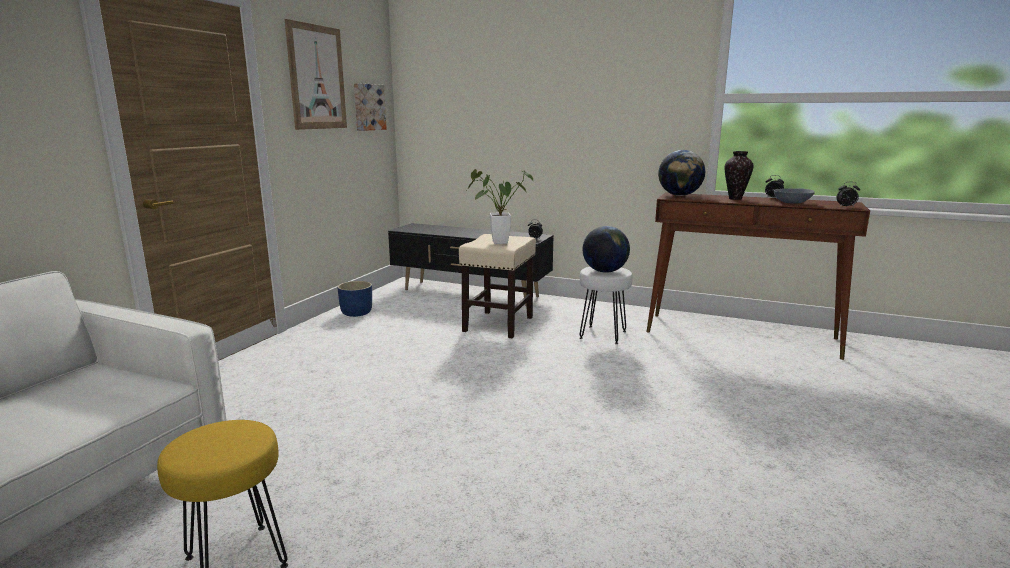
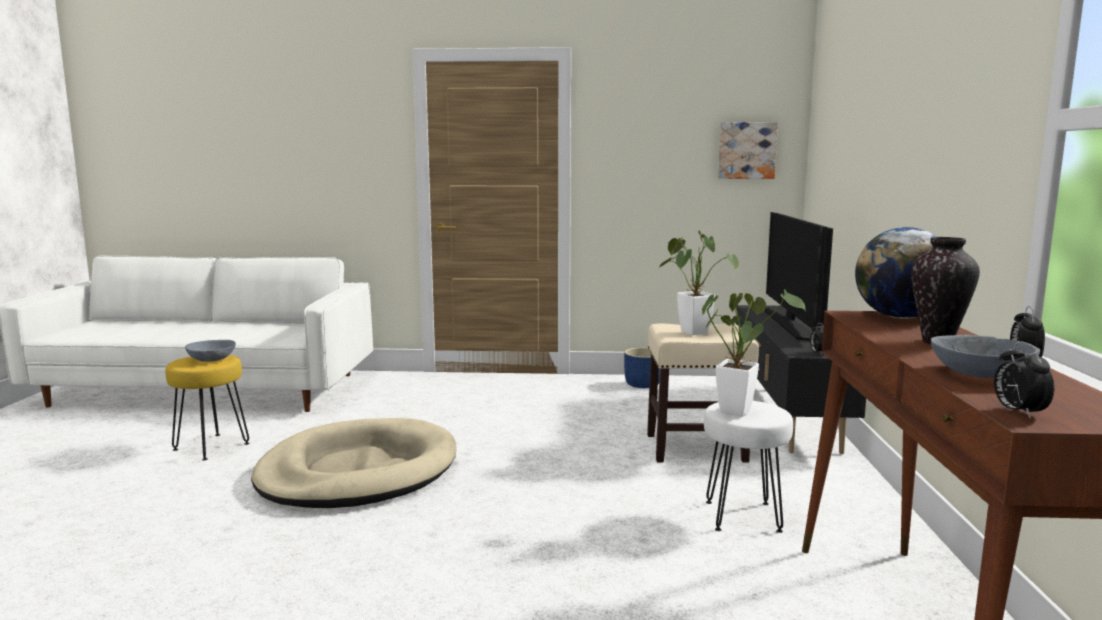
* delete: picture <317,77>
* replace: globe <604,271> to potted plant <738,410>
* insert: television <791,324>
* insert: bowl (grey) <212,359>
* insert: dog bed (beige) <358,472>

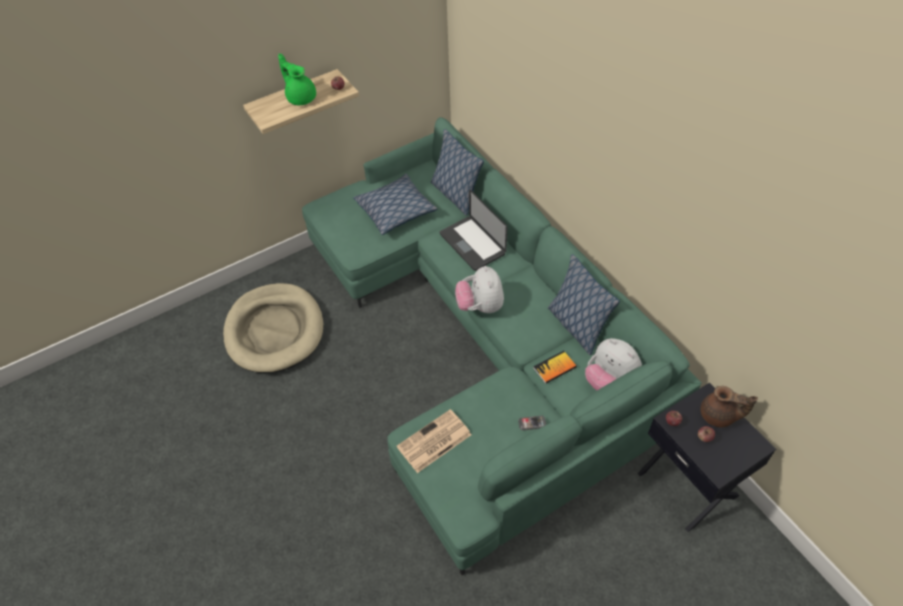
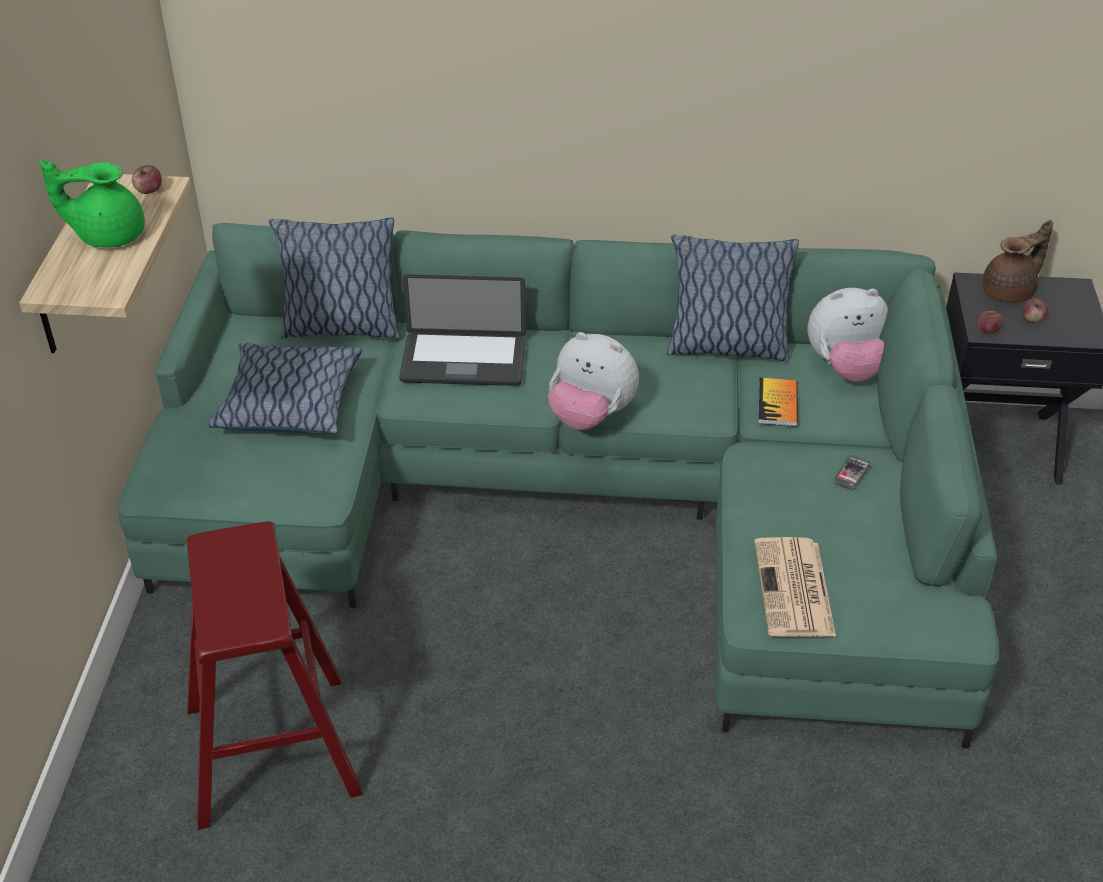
* replace: dog bed (beige) <275,330> to stool (red) <272,749>

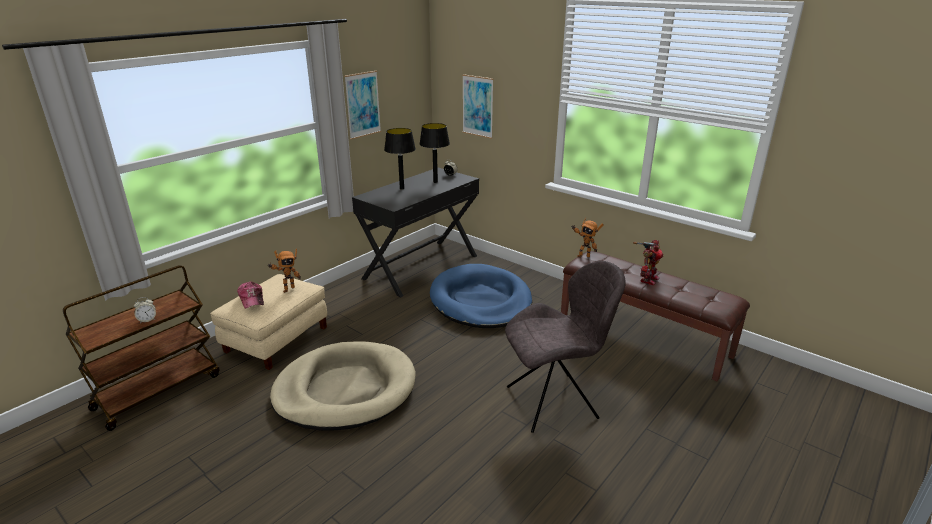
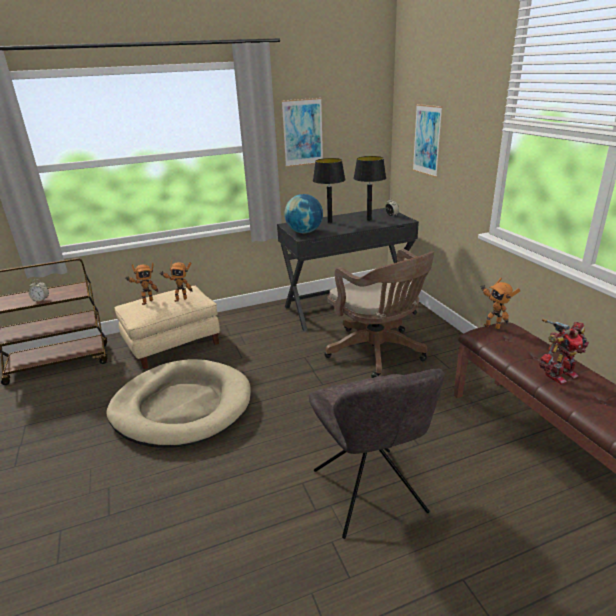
* rotate: chair (grey) <555,402> = <370,494> 60 degrees clockwise
* replace: dog bed (blue) <481,301> to office chair (brown) <378,353>
* replace: cap <252,299> to toy robot <146,302>
* insert: globe <304,232>

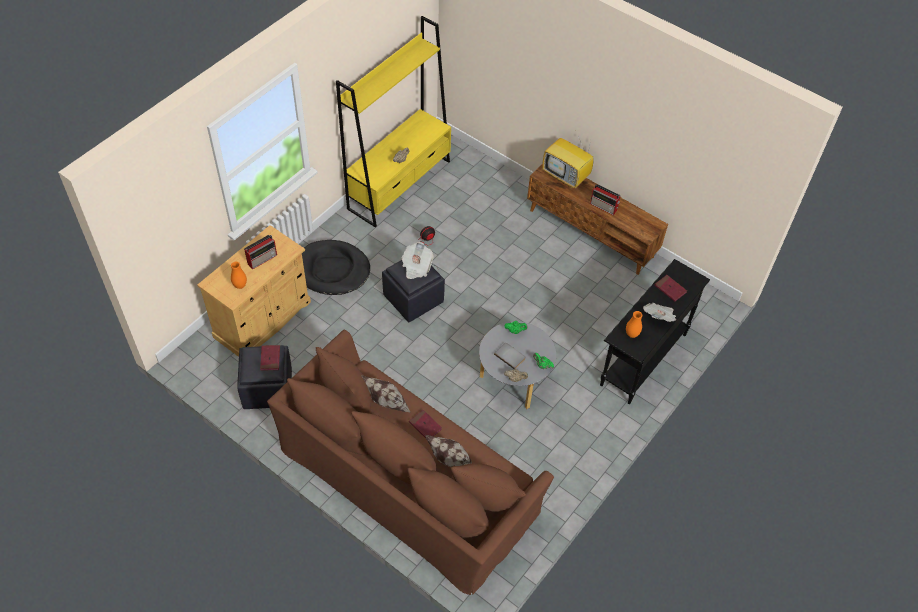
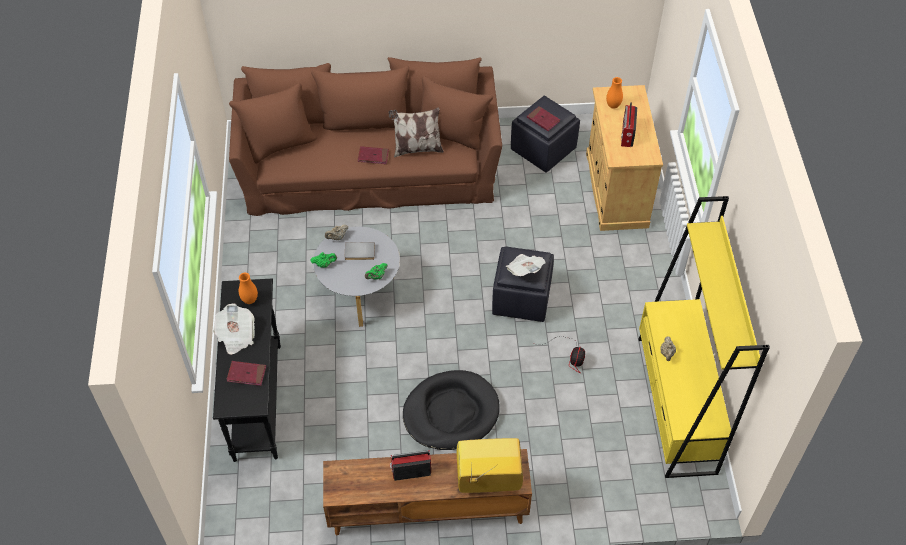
* move: dog bed (black) <332,270> to <451,412>
* delete: pillow <451,465>

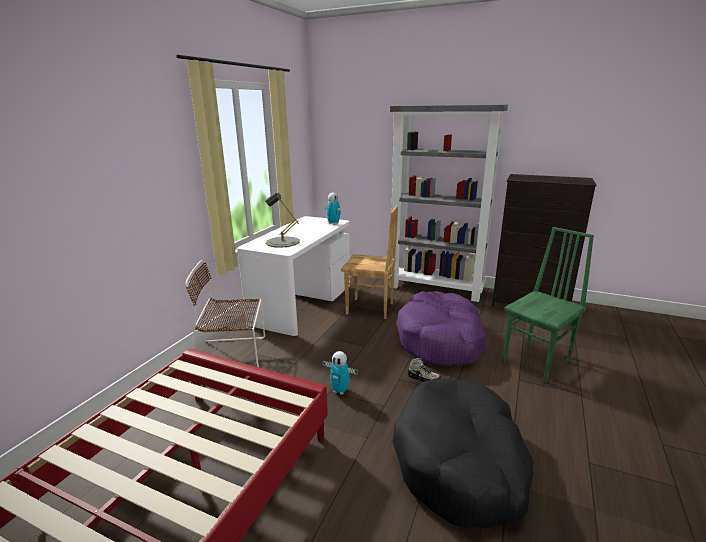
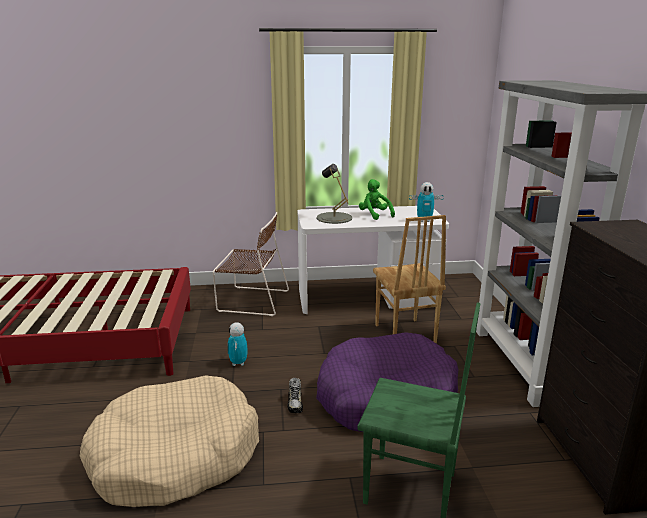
* rotate: chair (brown) <233,355> = <251,300> 135 degrees clockwise
* recolor: dog bed (black) <460,462> to dog bed (beige) <175,455>
* insert: plush toy (green) <374,215>

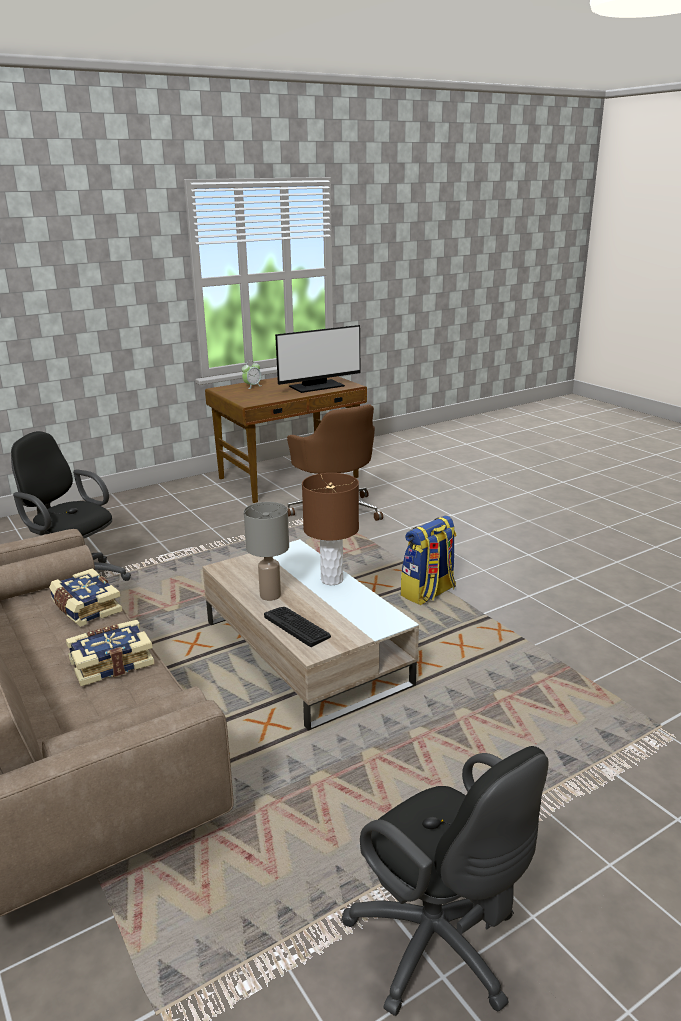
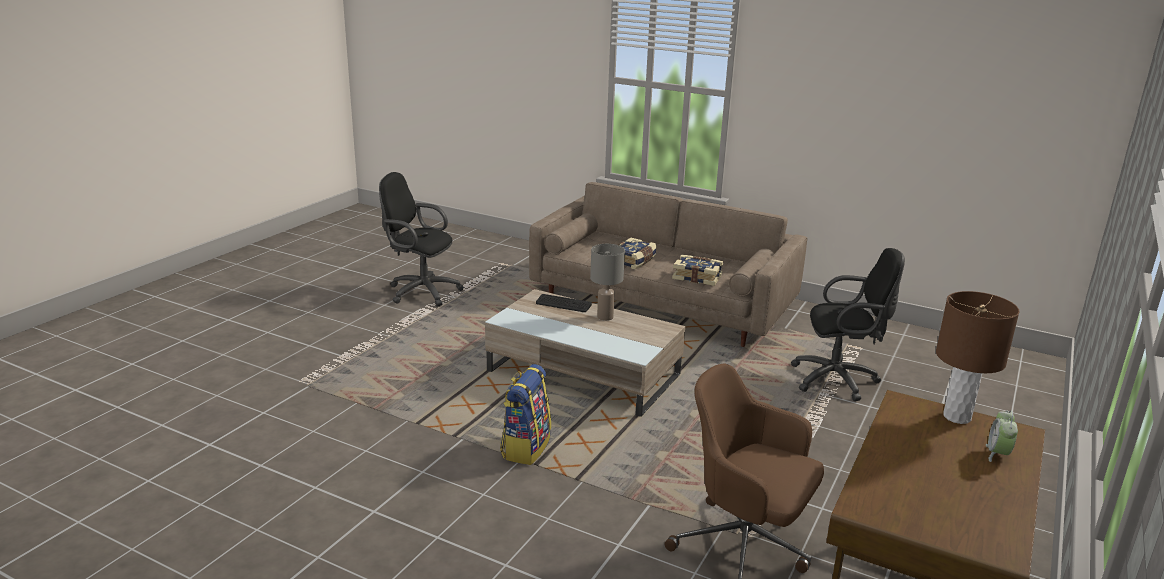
* delete: monitor <317,386>
* move: table lamp (brown) <331,580> to <957,416>

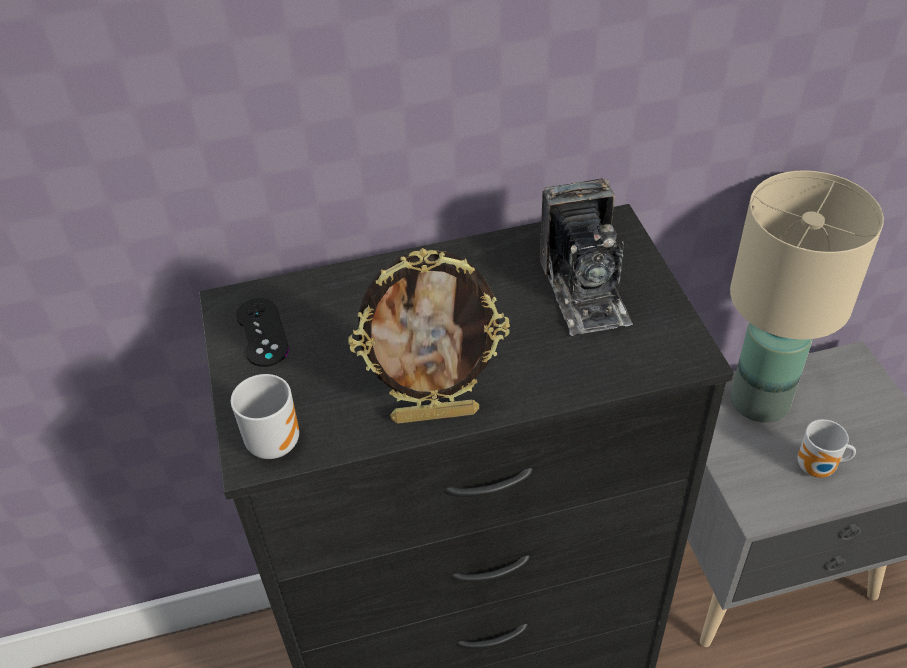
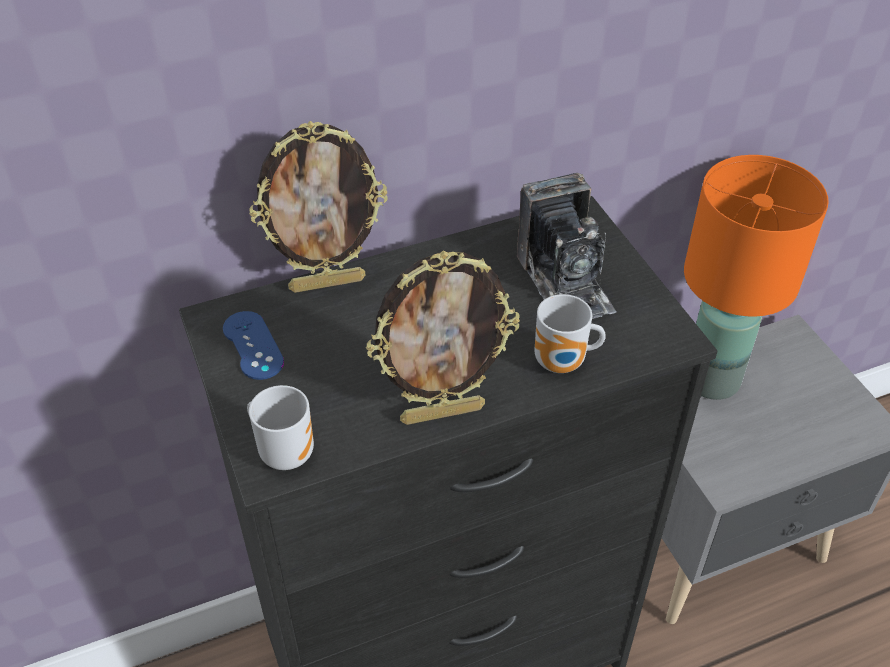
* recolor: table lamp (beige) <761,401> to table lamp (orange) <713,379>
* recolor: game controller (black) <262,332> to game controller (blue) <253,345>
* move: mug <818,469> to <563,364>
* insert: picture frame <327,283>

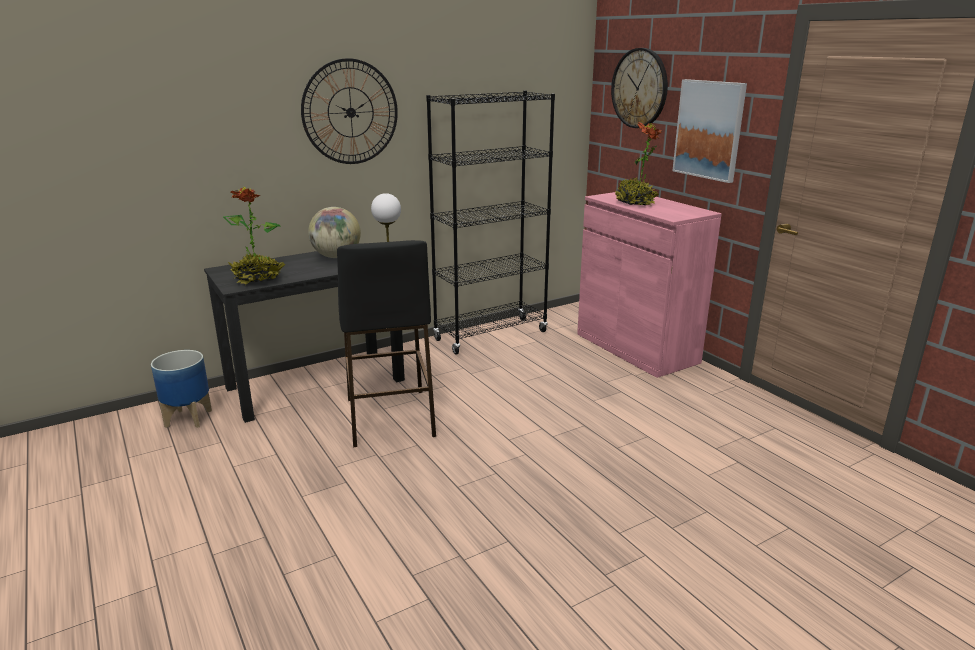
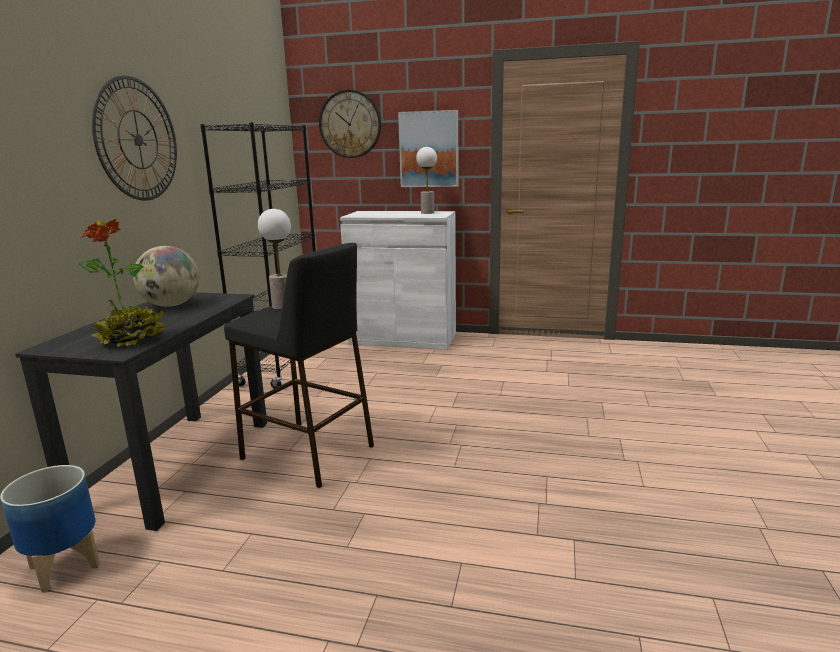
* delete: potted plant <635,203>
* recolor: cabinet (pink) <636,348> to cabinet (white) <403,338>
* insert: table lamp <427,212>

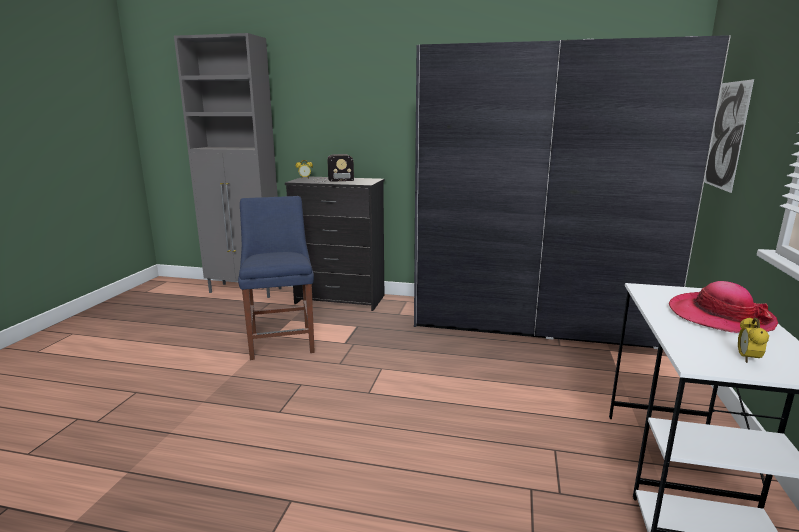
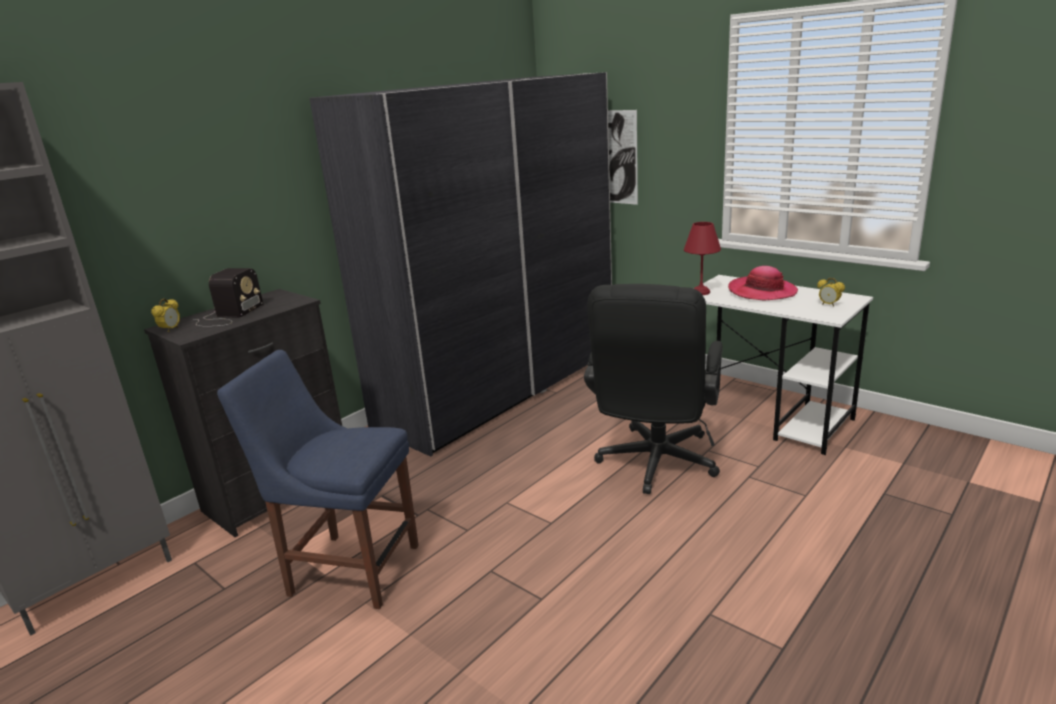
* insert: table lamp (red) <701,292>
* insert: office chair (black) <655,465>

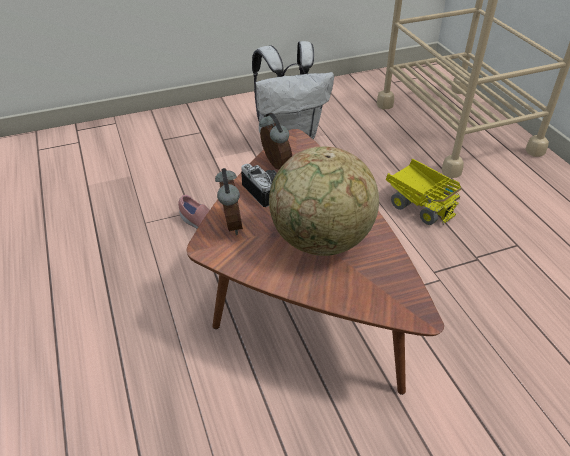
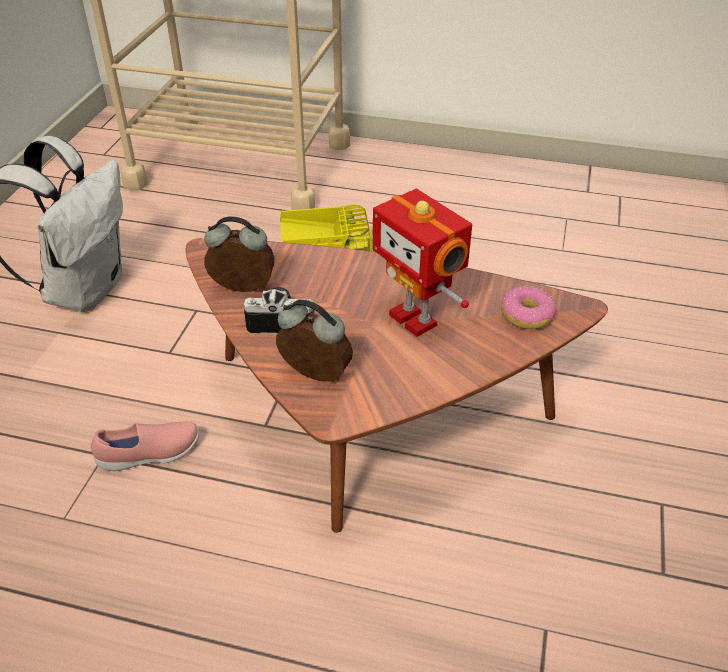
* replace: globe <321,241> to toy robot <415,318>
* insert: donut <527,315>

